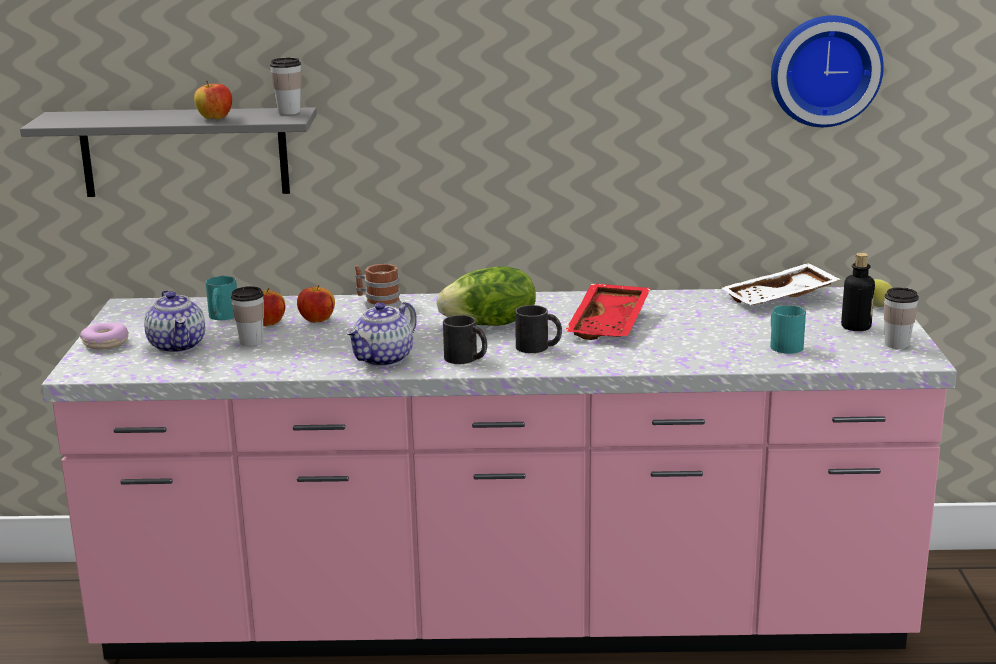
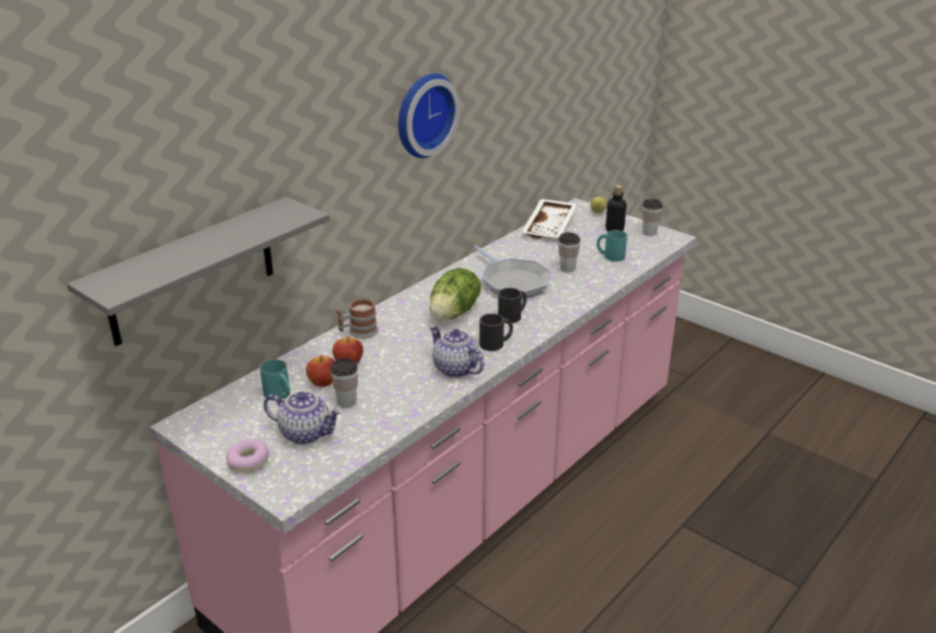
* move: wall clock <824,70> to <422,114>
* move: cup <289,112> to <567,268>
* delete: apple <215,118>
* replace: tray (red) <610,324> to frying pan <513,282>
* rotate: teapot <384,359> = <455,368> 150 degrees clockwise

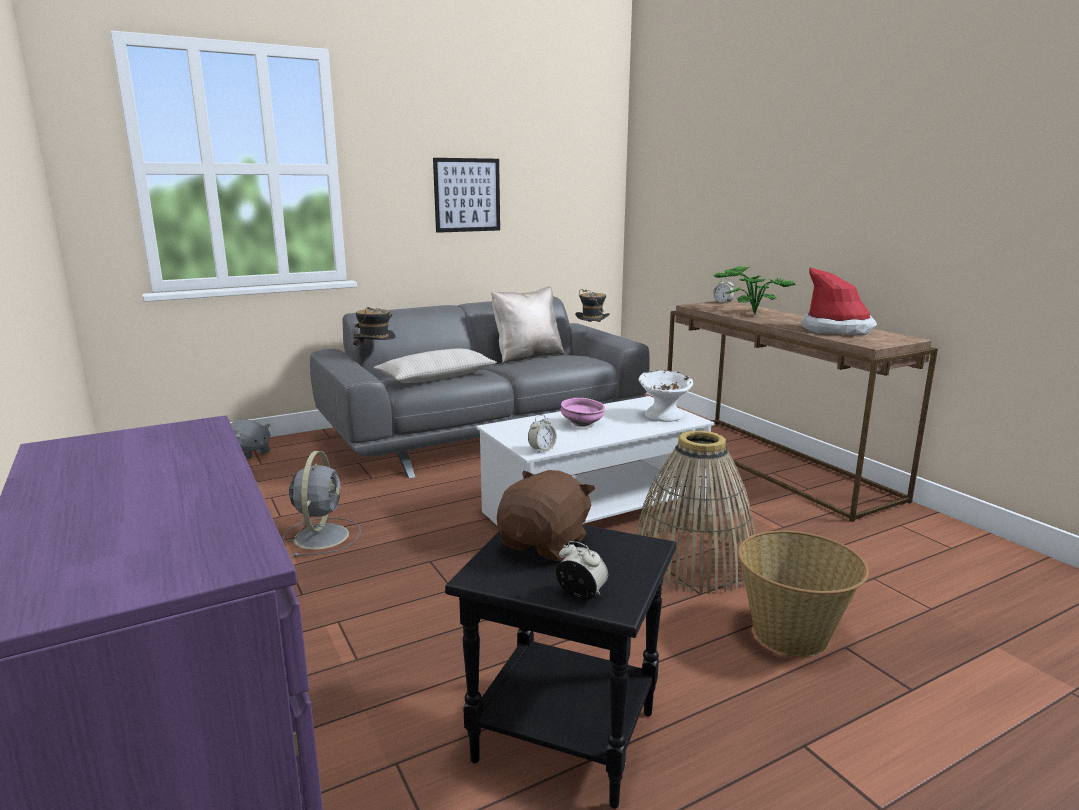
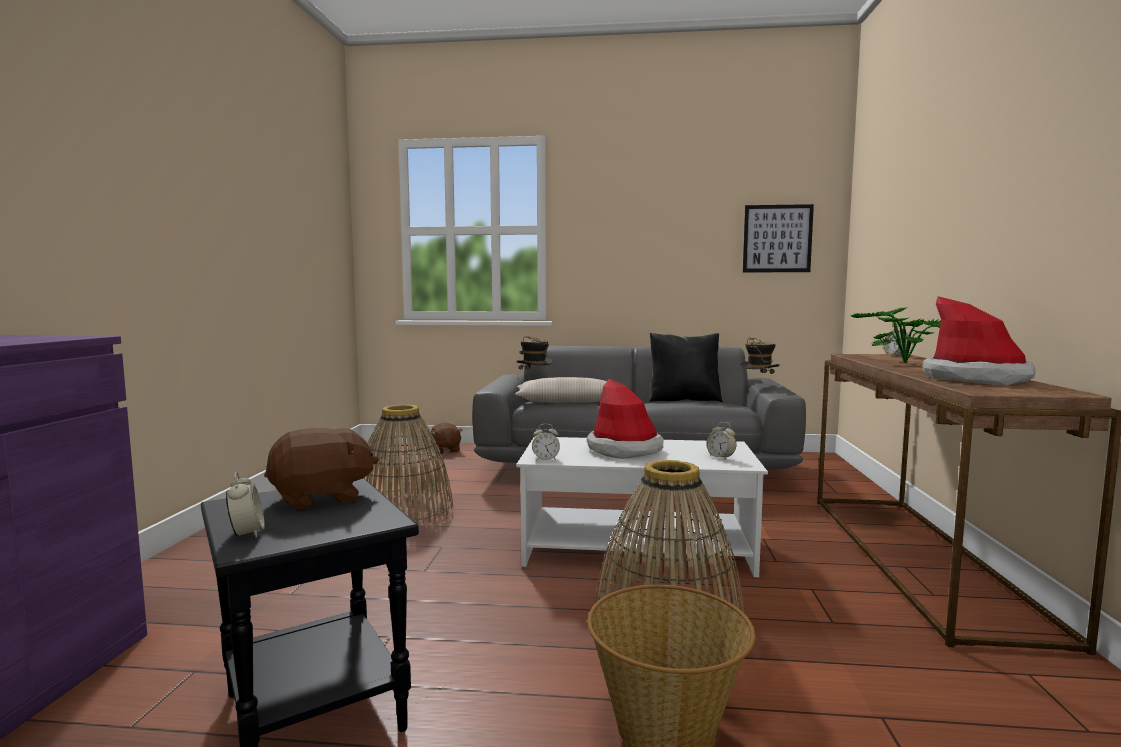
* move: picture <467,195> to <777,238>
* recolor: pillow (beige) <527,356> to pillow (black) <684,400>
* replace: bowl (white) <663,416> to alarm clock <720,457>
* replace: bowl (pink) <582,424> to hat <624,449>
* recolor: plush toy (grey) <248,453> to plush toy (brown) <445,450>
* replace: fan (grey) <322,535> to basket <403,510>

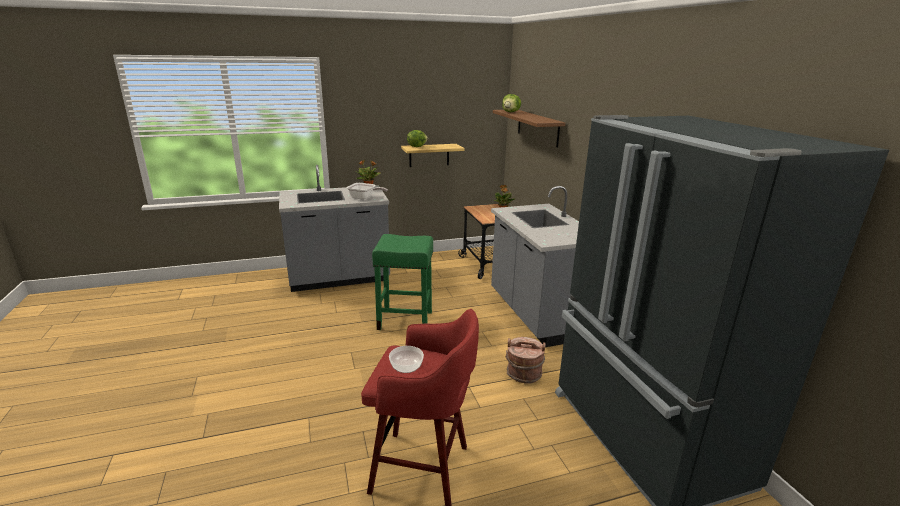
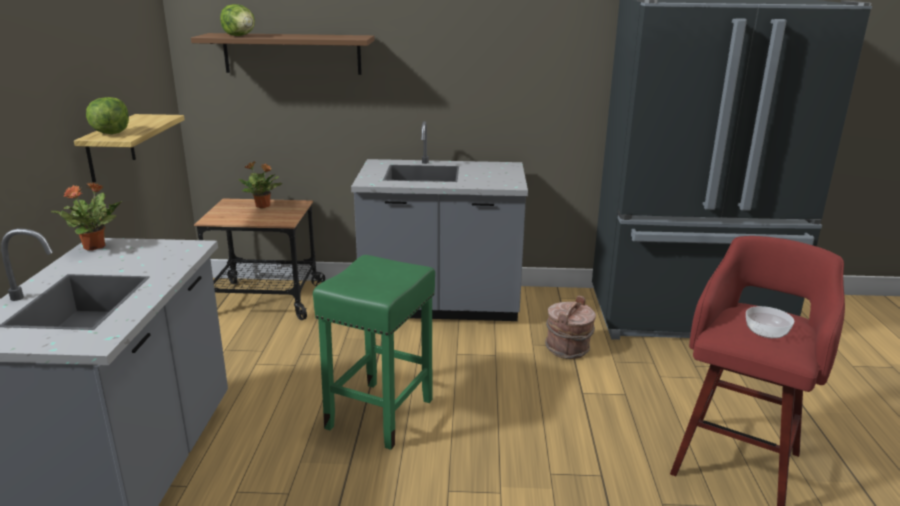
* delete: frying pan <364,198>

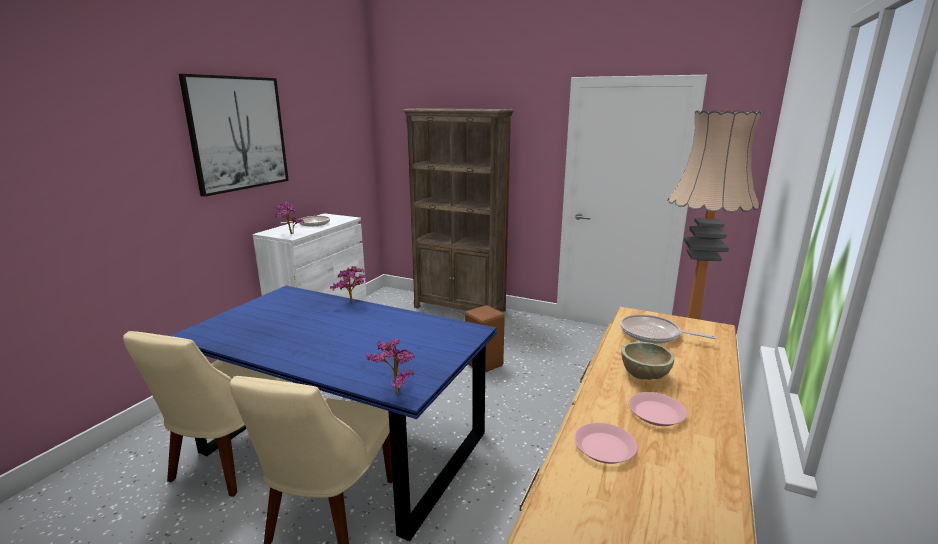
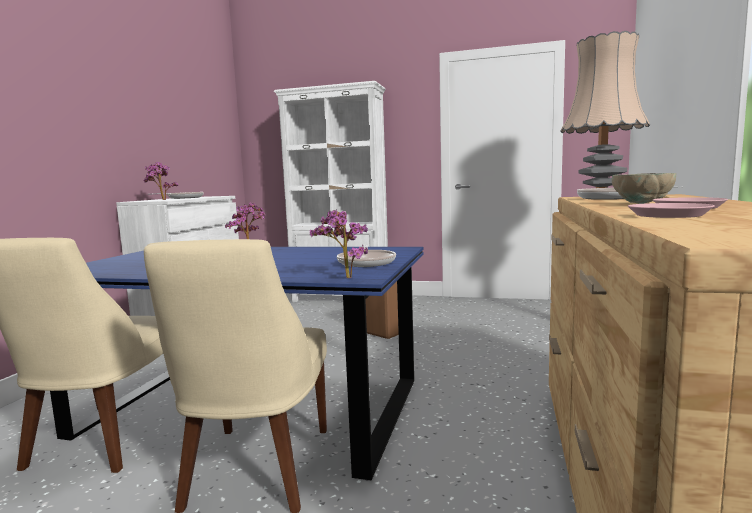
* delete: picture <238,133>
* recolor: bookcase (brown) <460,308> to bookcase (white) <341,299>
* insert: frying pan <367,262>

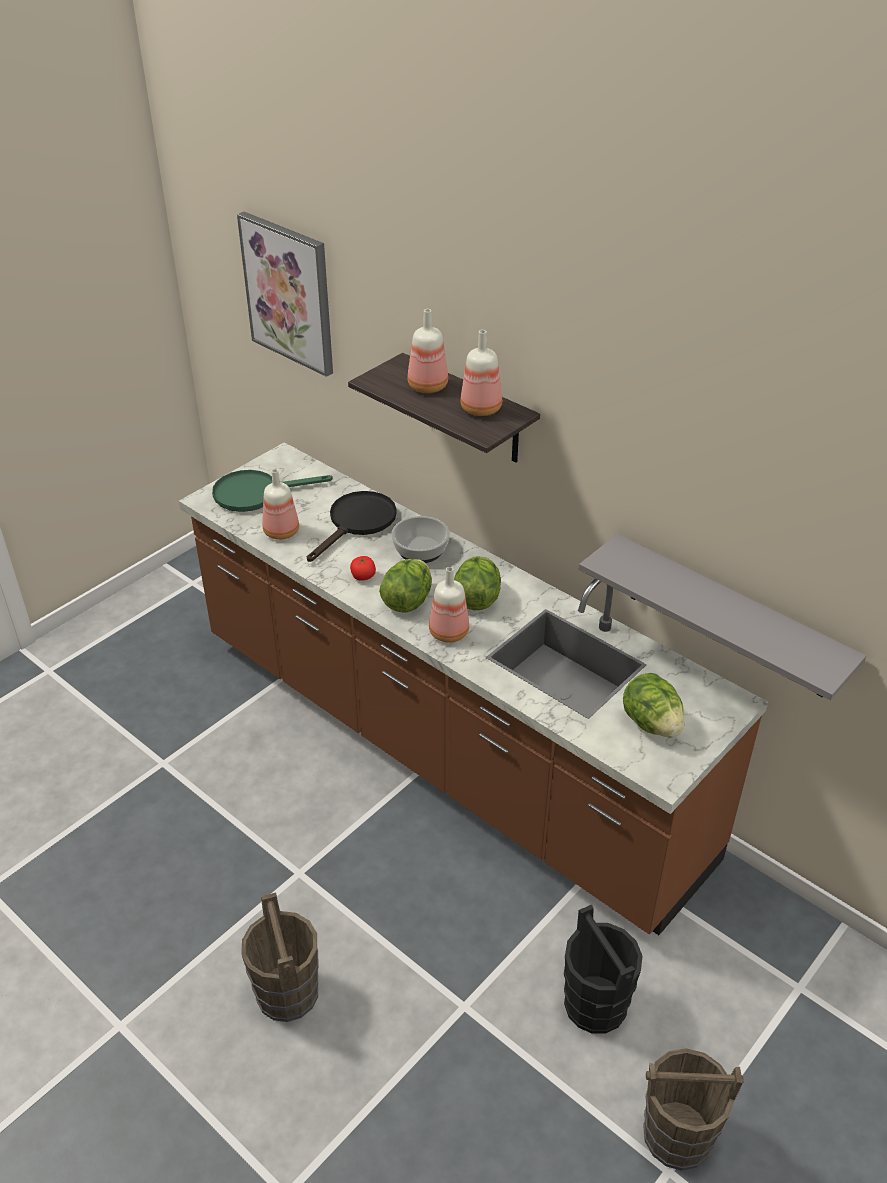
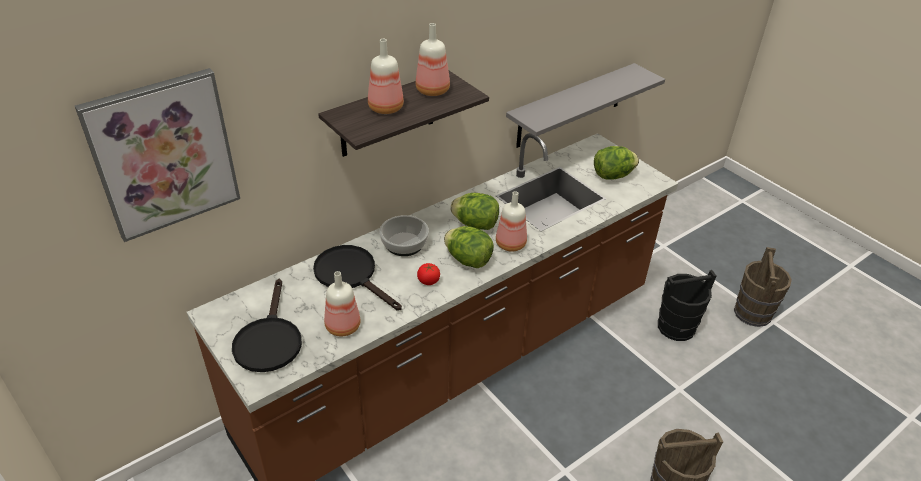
* recolor: frying pan (green) <256,493> to frying pan (black) <269,340>

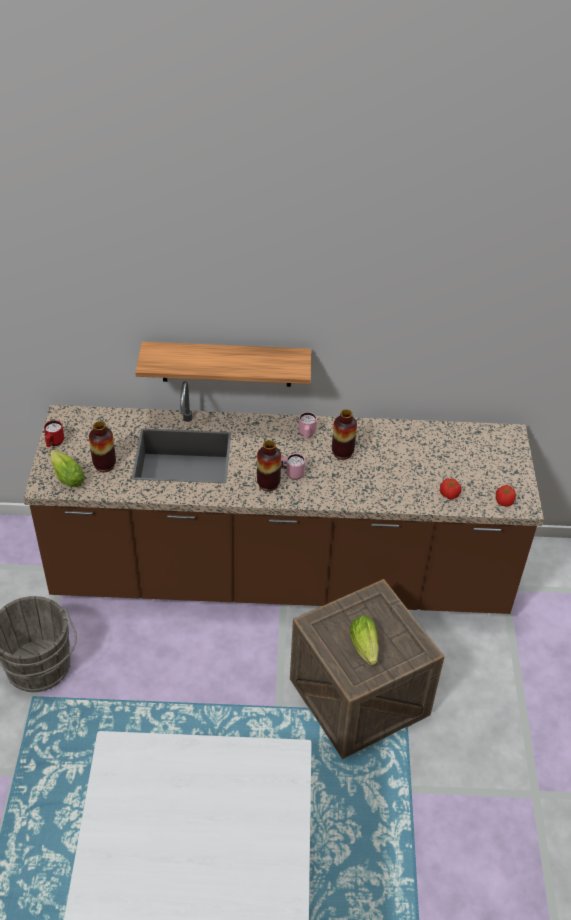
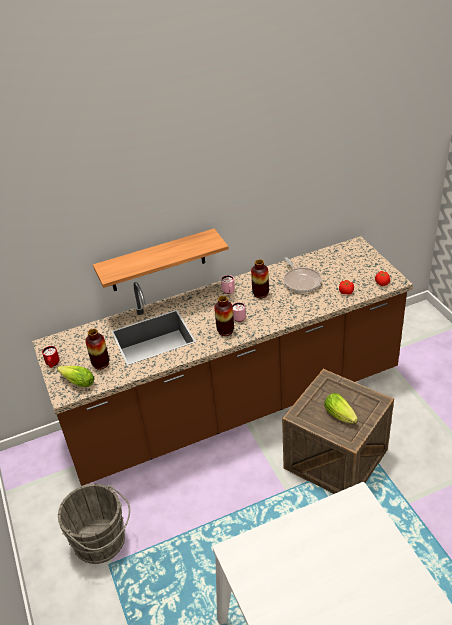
* insert: frying pan <301,281>

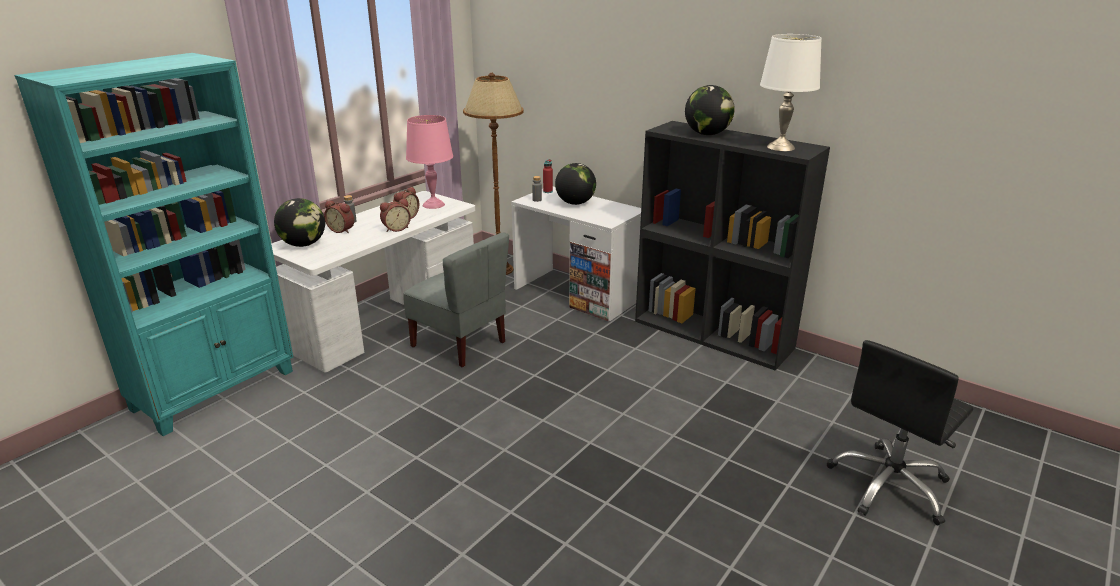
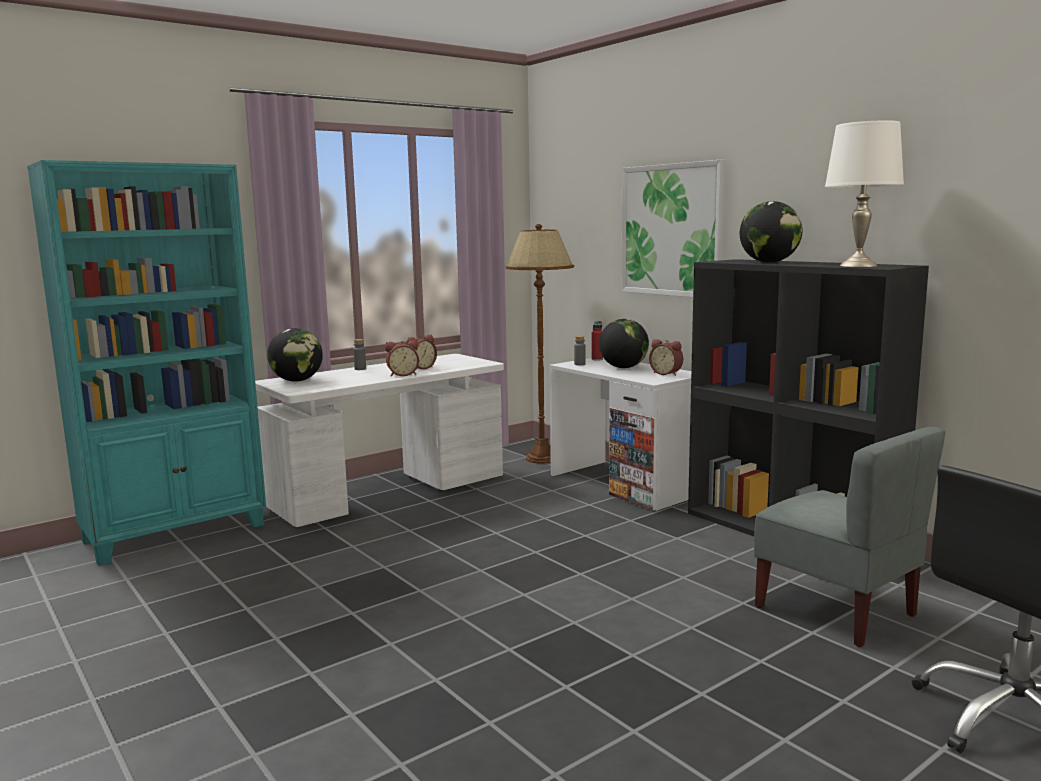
* delete: table lamp (pink) <434,205>
* move: alarm clock <342,230> to <666,373>
* move: chair (grey) <460,344> to <837,611>
* insert: picture <671,230>

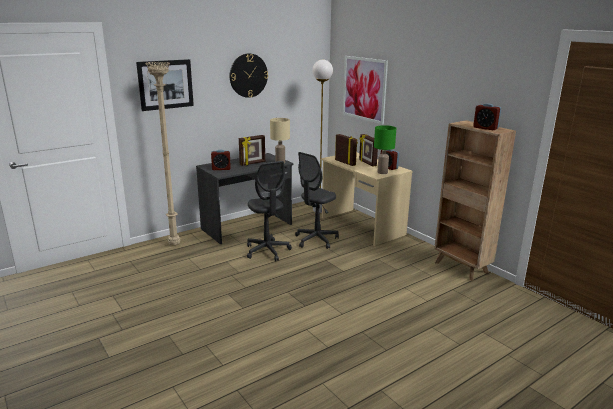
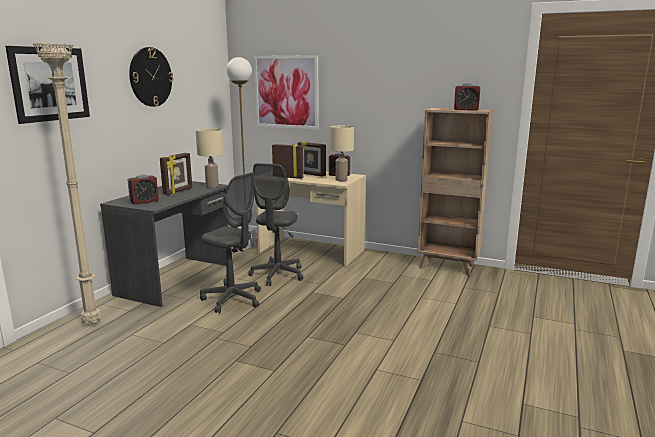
* recolor: table lamp (green) <382,172> to table lamp (beige) <341,180>

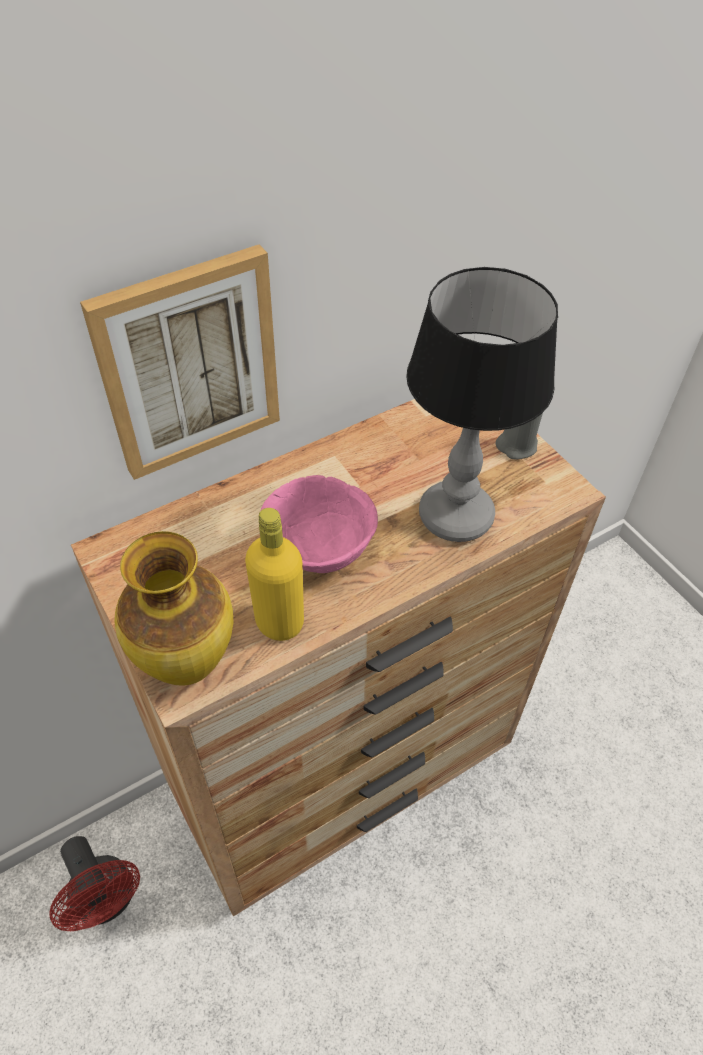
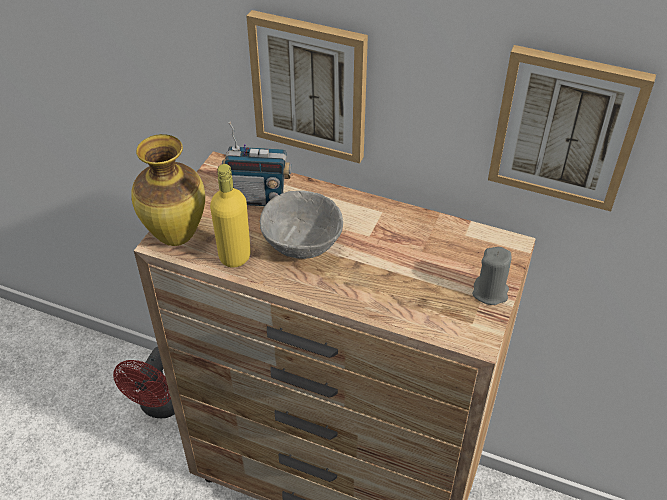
* delete: table lamp <456,517>
* recolor: bowl (pink) <318,548> to bowl (grey) <302,244>
* insert: picture <565,128>
* insert: radio <259,198>

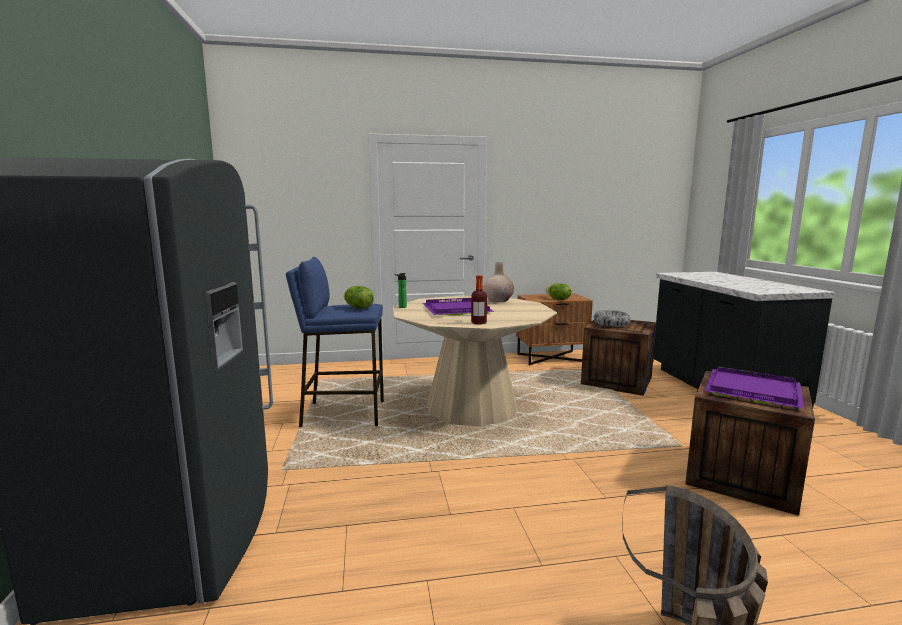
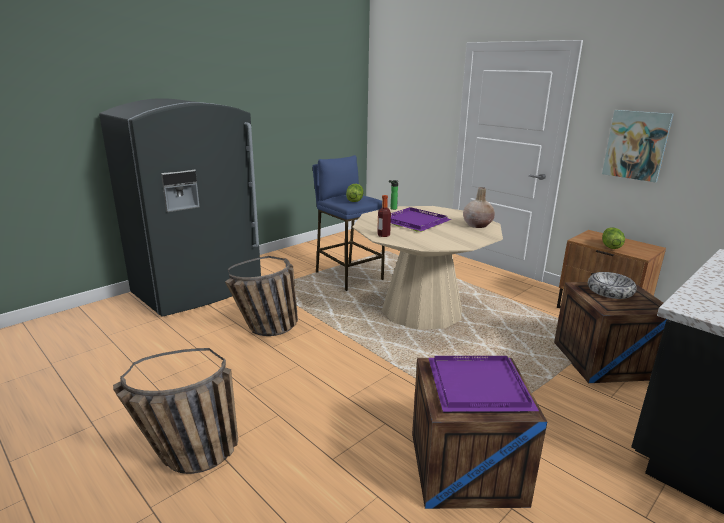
* insert: picture <636,145>
* insert: basket <267,331>

